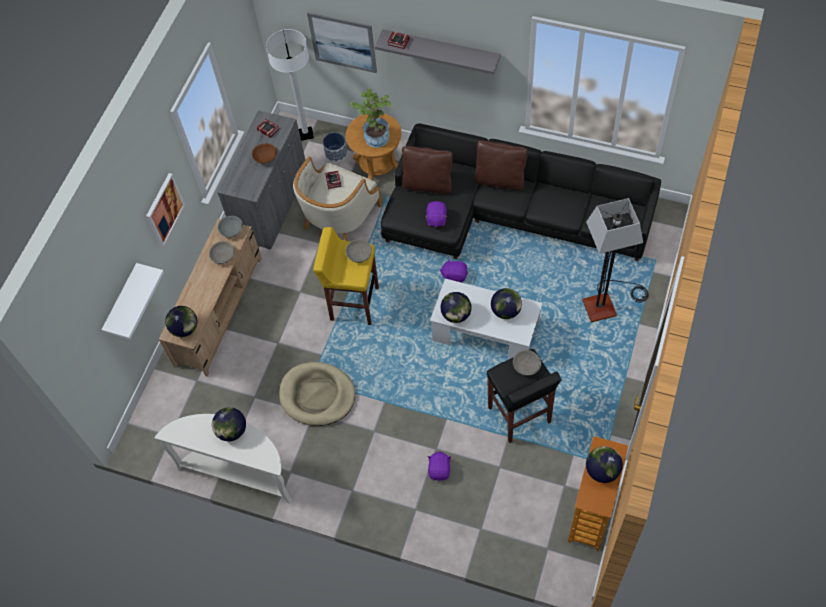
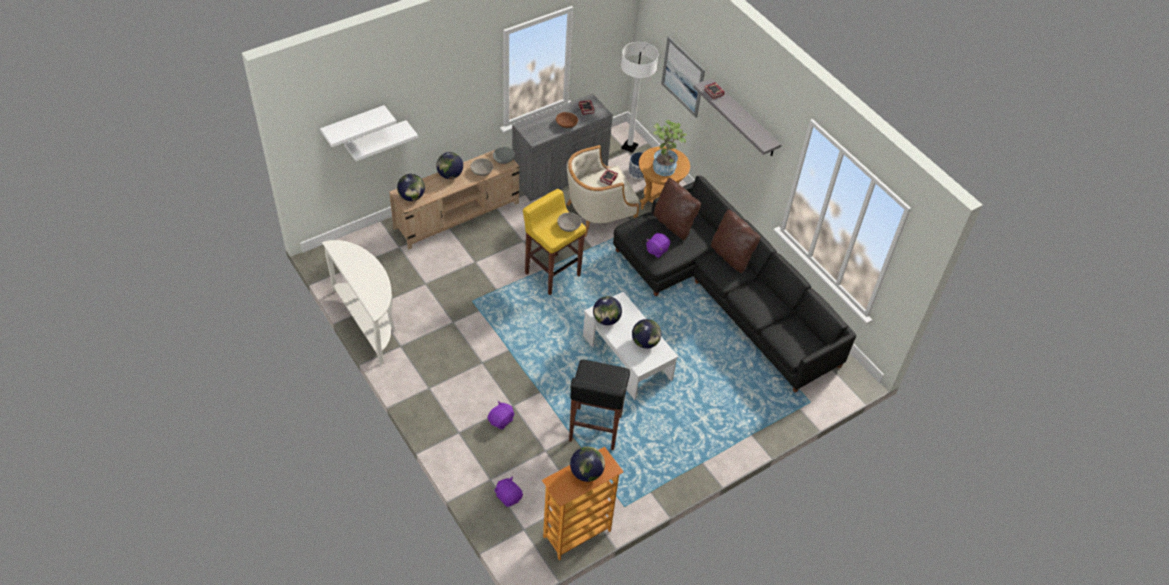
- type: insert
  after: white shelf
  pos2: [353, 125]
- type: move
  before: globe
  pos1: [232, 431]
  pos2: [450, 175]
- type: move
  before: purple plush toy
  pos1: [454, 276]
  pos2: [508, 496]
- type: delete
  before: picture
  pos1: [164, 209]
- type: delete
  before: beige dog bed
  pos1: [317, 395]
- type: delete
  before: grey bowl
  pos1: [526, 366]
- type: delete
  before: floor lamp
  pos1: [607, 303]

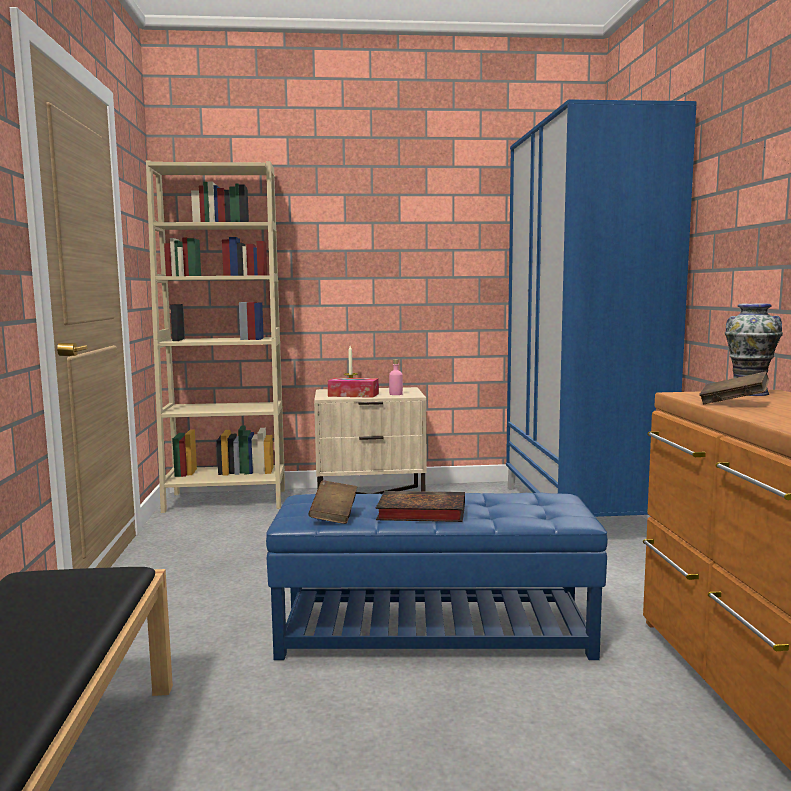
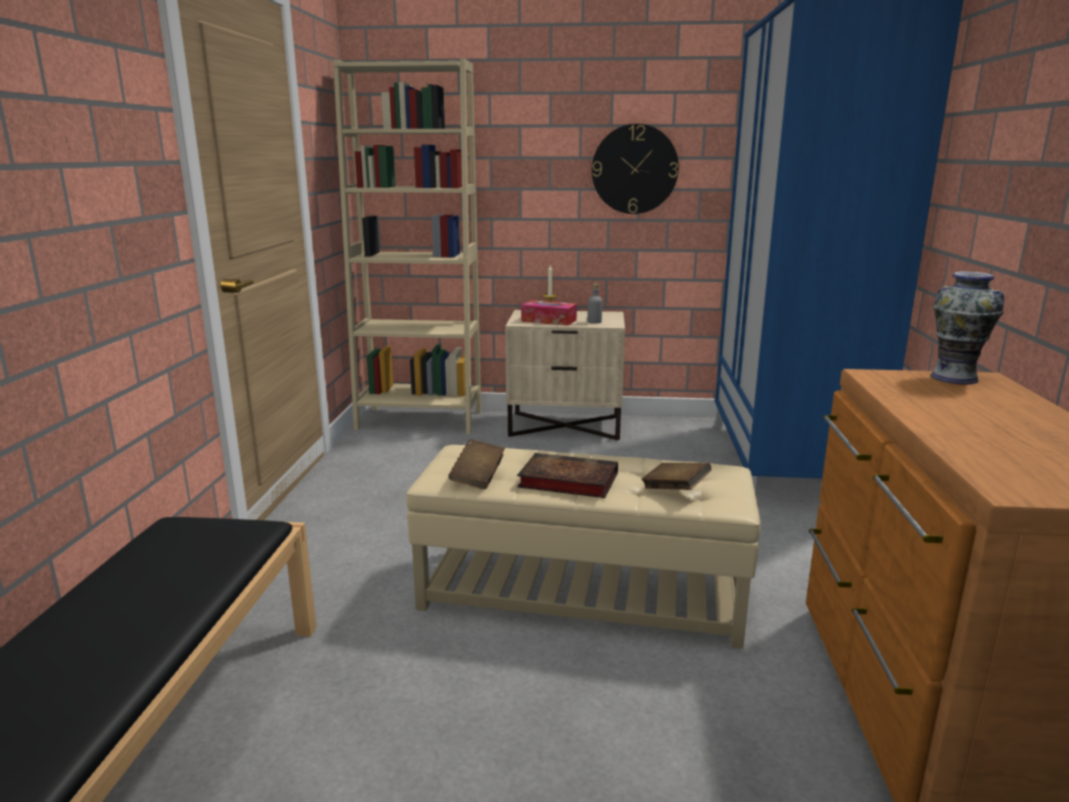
- type: recolor
  before: blue ottoman
  after: beige ottoman
  pos1: [433, 631]
  pos2: [581, 595]
- type: recolor
  before: pink bottle
  after: grey bottle
  pos1: [396, 394]
  pos2: [594, 322]
- type: insert
  after: wall clock
  pos2: [634, 169]
- type: move
  before: brown book
  pos1: [733, 404]
  pos2: [675, 490]

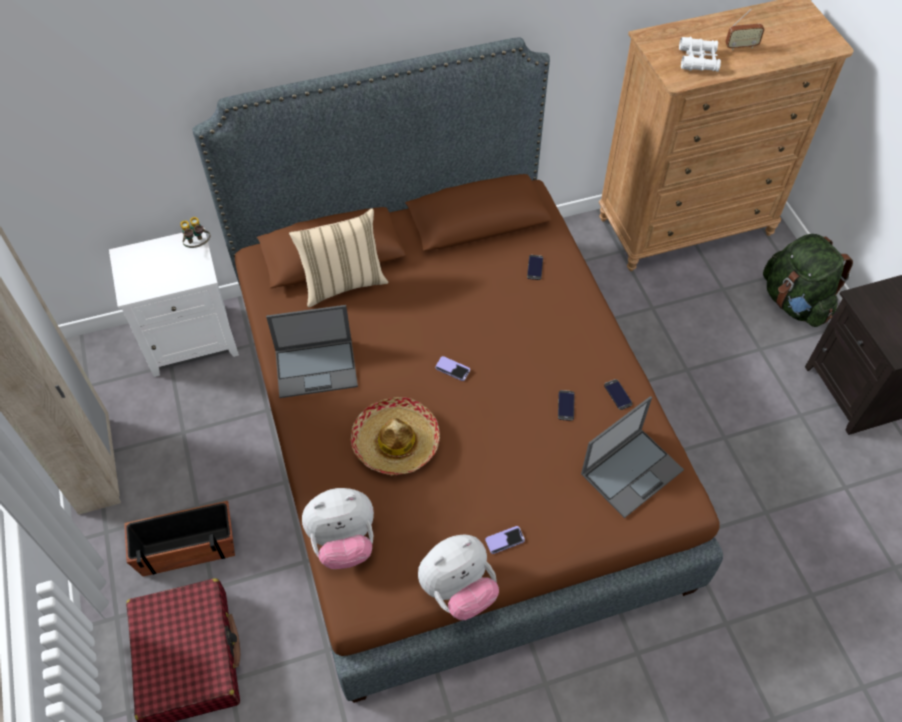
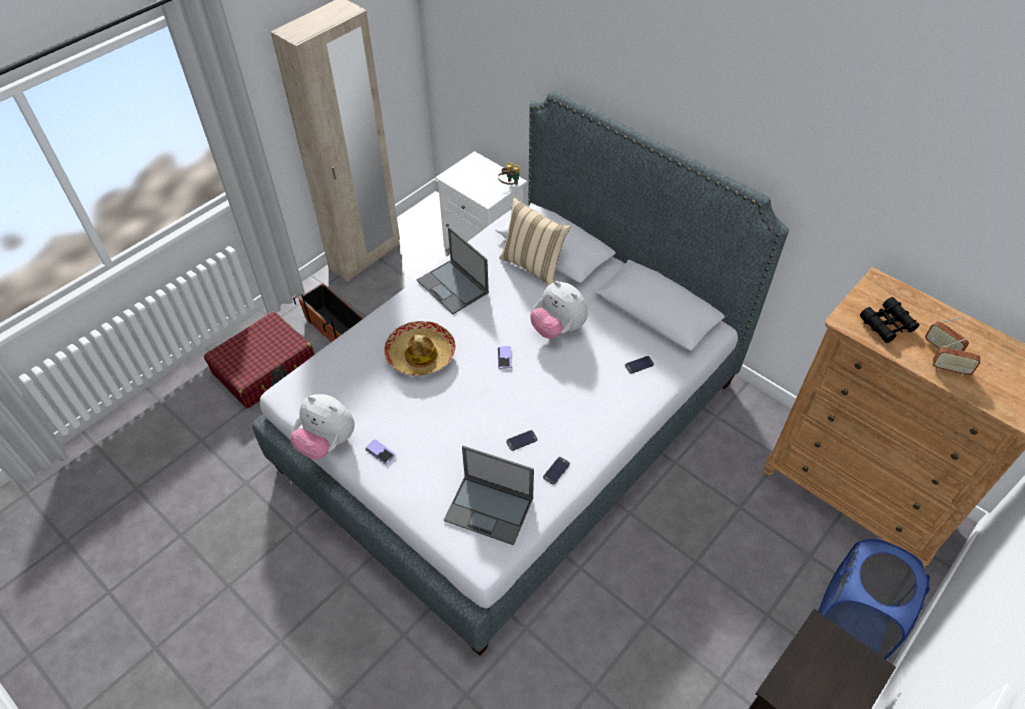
- type: recolor
  before: brown bed
  after: grey bed
  pos1: [449, 433]
  pos2: [512, 423]
- type: move
  before: plush toy
  pos1: [343, 542]
  pos2: [558, 329]
- type: replace
  before: green backpack
  after: blue laundry basket
  pos1: [794, 302]
  pos2: [849, 626]
- type: recolor
  before: white binoculars
  after: black binoculars
  pos1: [698, 60]
  pos2: [887, 325]
- type: insert
  after: radio
  pos2: [950, 369]

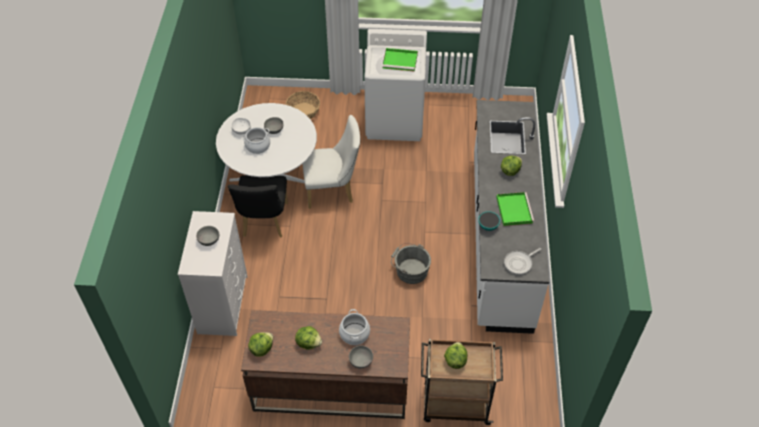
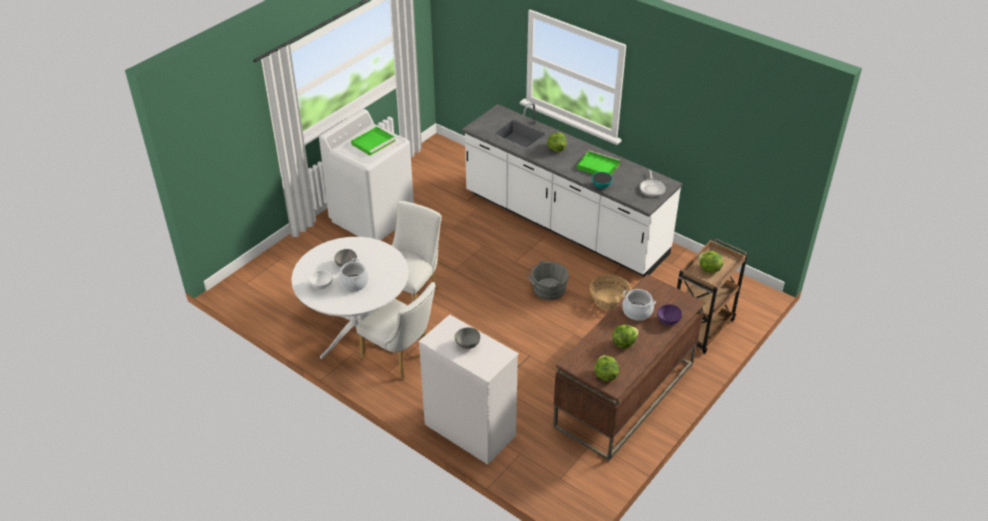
- type: recolor
  before: black chair
  after: white chair
  pos1: [264, 223]
  pos2: [401, 357]
- type: move
  before: basket
  pos1: [303, 111]
  pos2: [609, 299]
- type: recolor
  before: grey bowl
  after: purple bowl
  pos1: [361, 362]
  pos2: [669, 320]

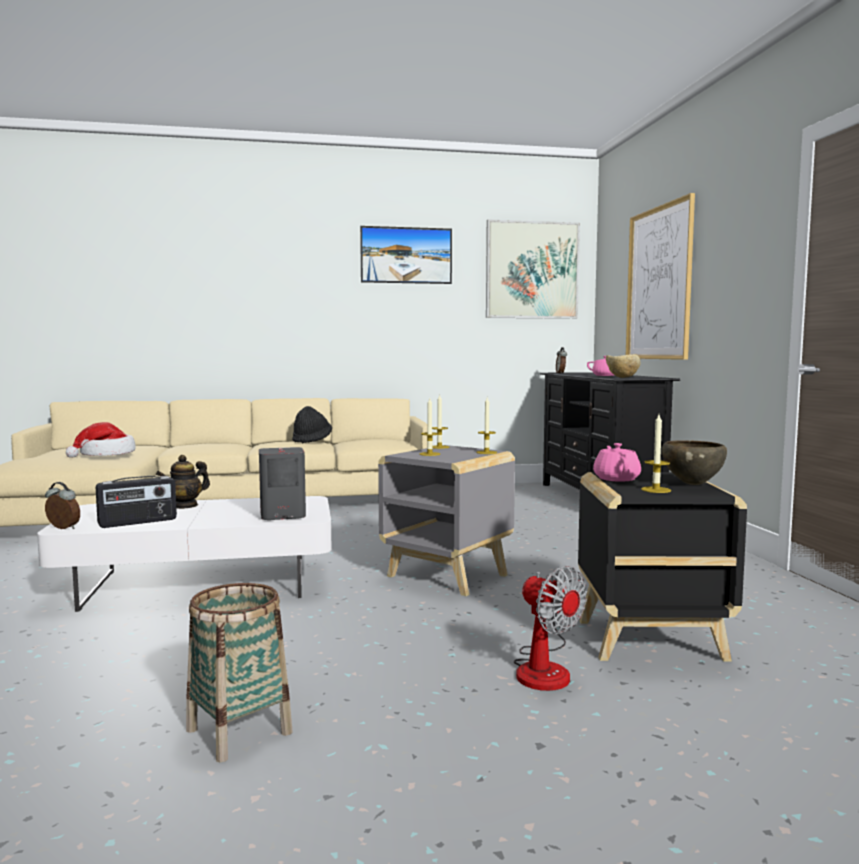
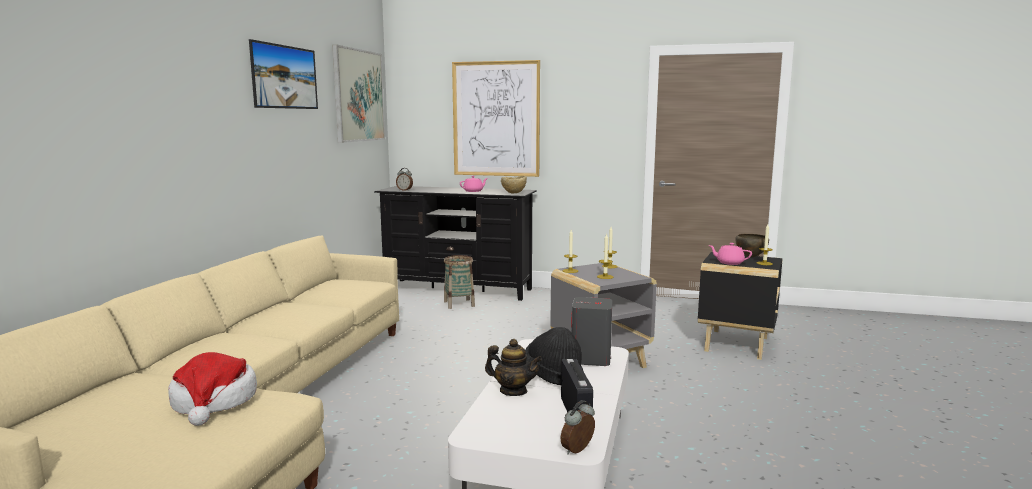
- type: move
  before: basket
  pos1: [239, 731]
  pos2: [459, 304]
- type: rotate
  before: teapot
  pos1: [184, 505]
  pos2: [513, 391]
  turn: -45
- type: move
  before: black hat
  pos1: [312, 440]
  pos2: [554, 374]
- type: delete
  before: fan
  pos1: [544, 668]

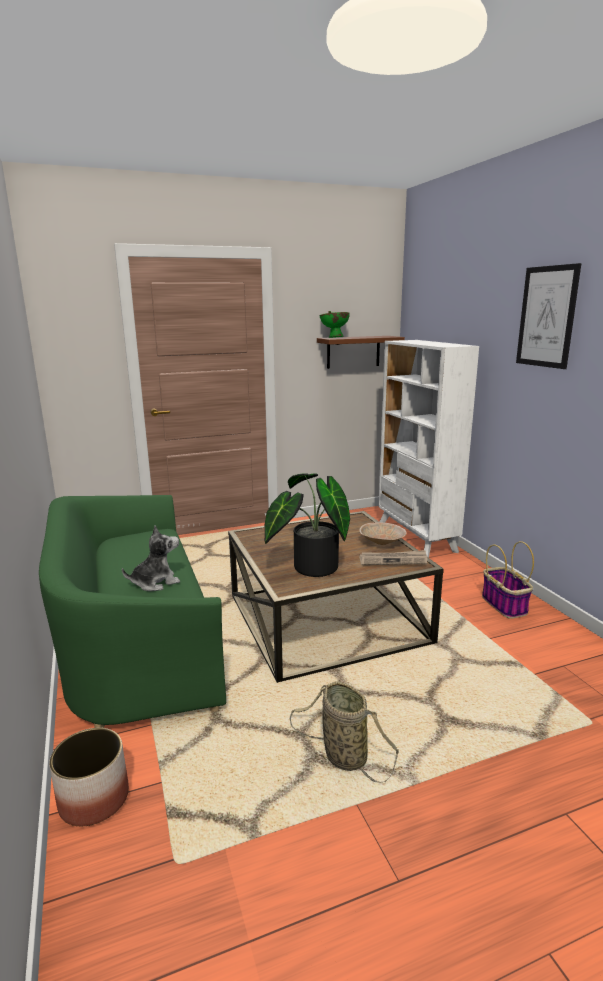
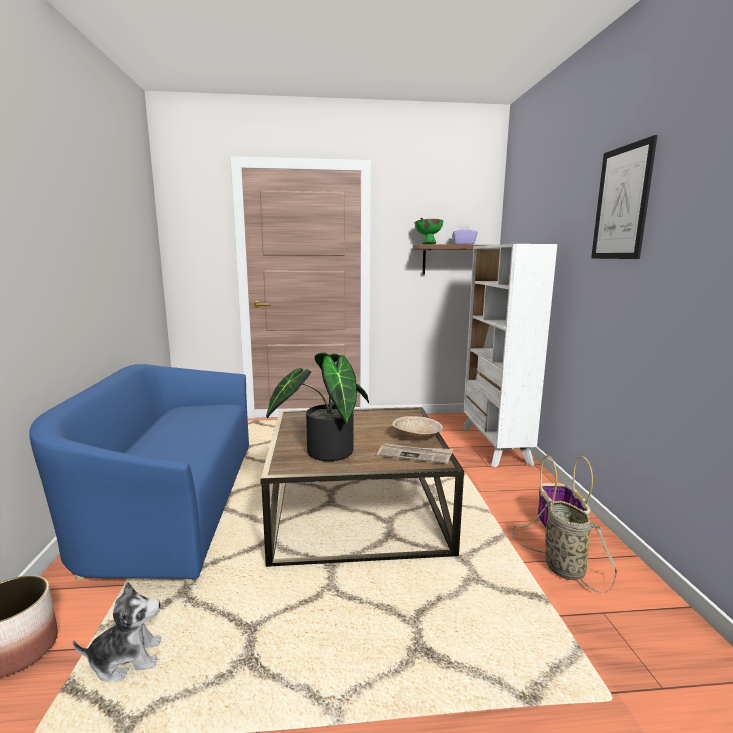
- type: recolor
  before: green sofa
  after: blue sofa
  pos1: [136, 643]
  pos2: [171, 505]
- type: move
  before: plush toy
  pos1: [155, 582]
  pos2: [126, 659]
- type: insert
  after: purple tissue box
  pos2: [463, 244]
- type: move
  before: basket
  pos1: [342, 755]
  pos2: [560, 567]

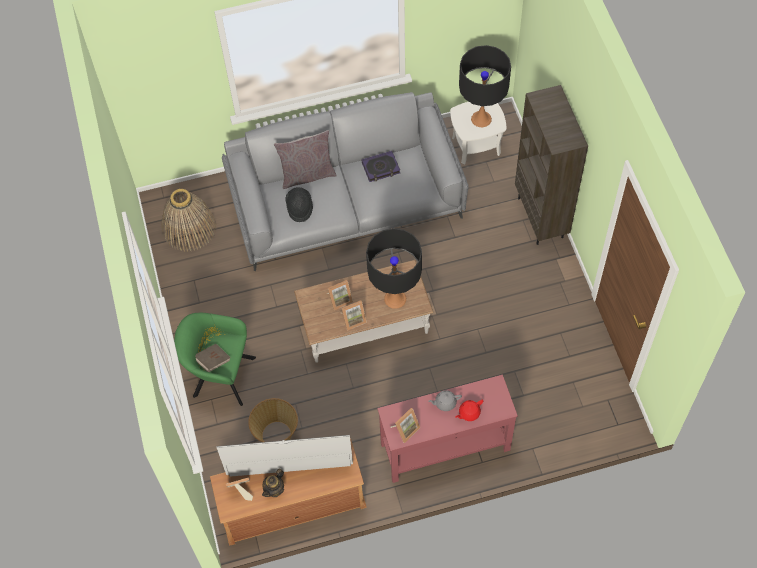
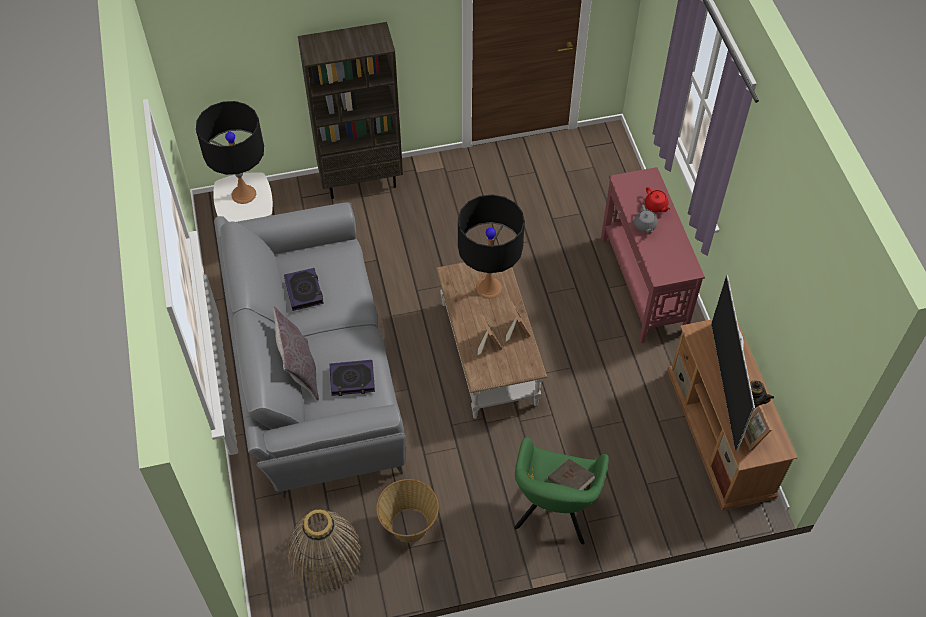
- type: replace
  before: black hat
  after: book
  pos1: [299, 208]
  pos2: [352, 380]
- type: move
  before: basket
  pos1: [276, 434]
  pos2: [409, 525]
- type: delete
  before: picture frame
  pos1: [405, 429]

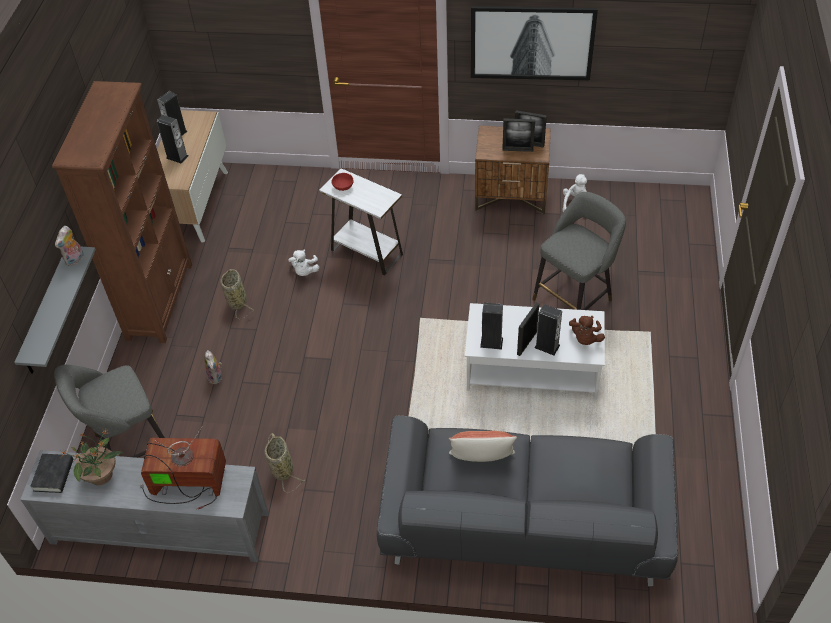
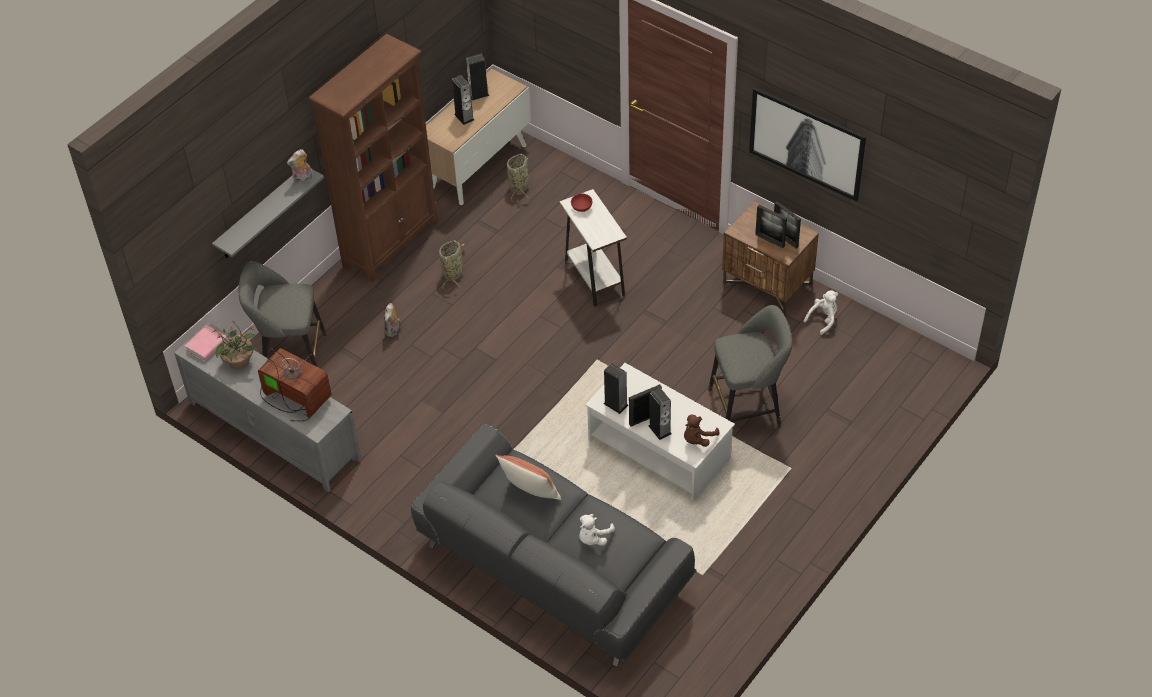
- type: recolor
  before: black book
  after: pink book
  pos1: [53, 475]
  pos2: [206, 346]
- type: move
  before: basket
  pos1: [282, 468]
  pos2: [519, 185]
- type: move
  before: white plush toy
  pos1: [305, 271]
  pos2: [593, 538]

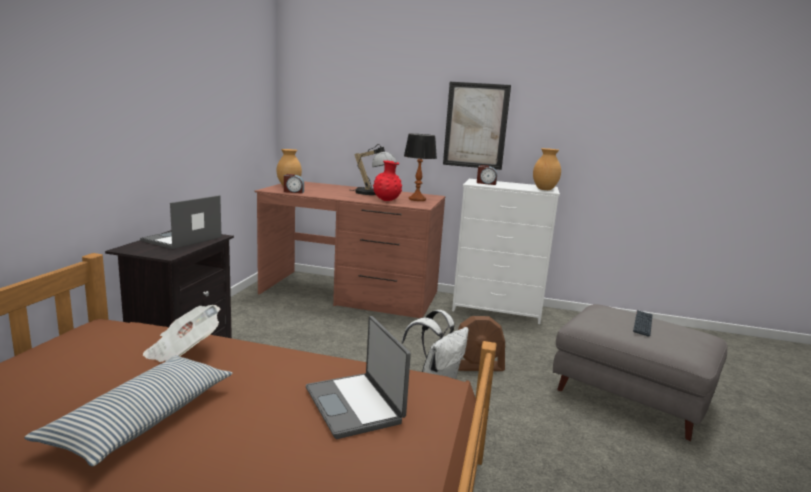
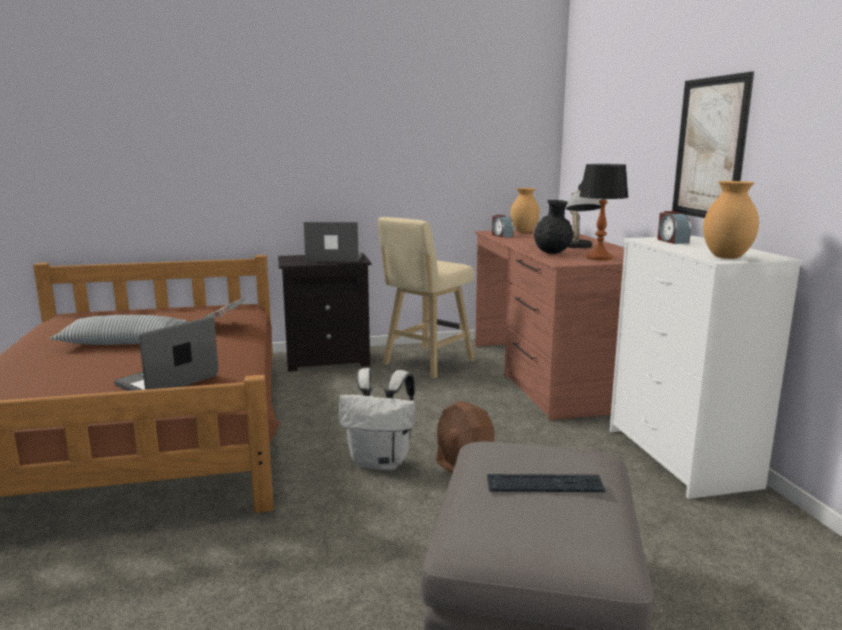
- type: insert
  after: beige stool
  pos2: [425, 363]
- type: recolor
  before: red vase
  after: black vase
  pos1: [386, 200]
  pos2: [552, 253]

